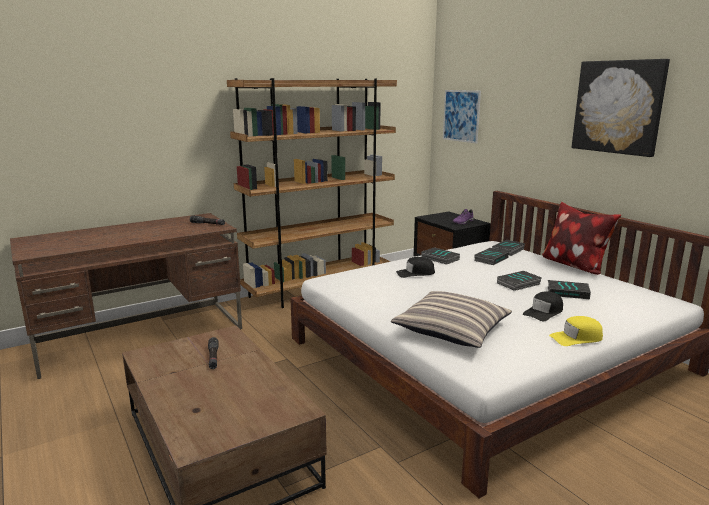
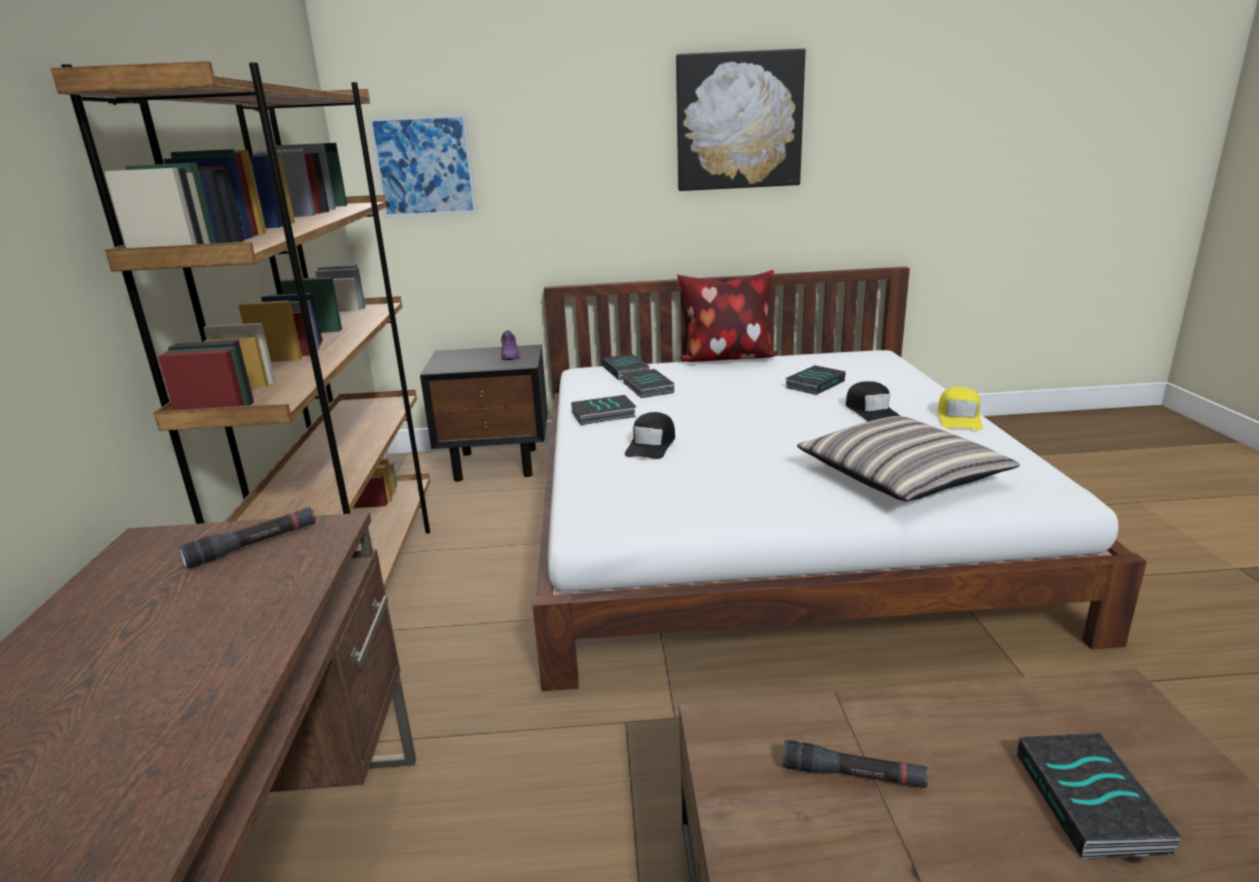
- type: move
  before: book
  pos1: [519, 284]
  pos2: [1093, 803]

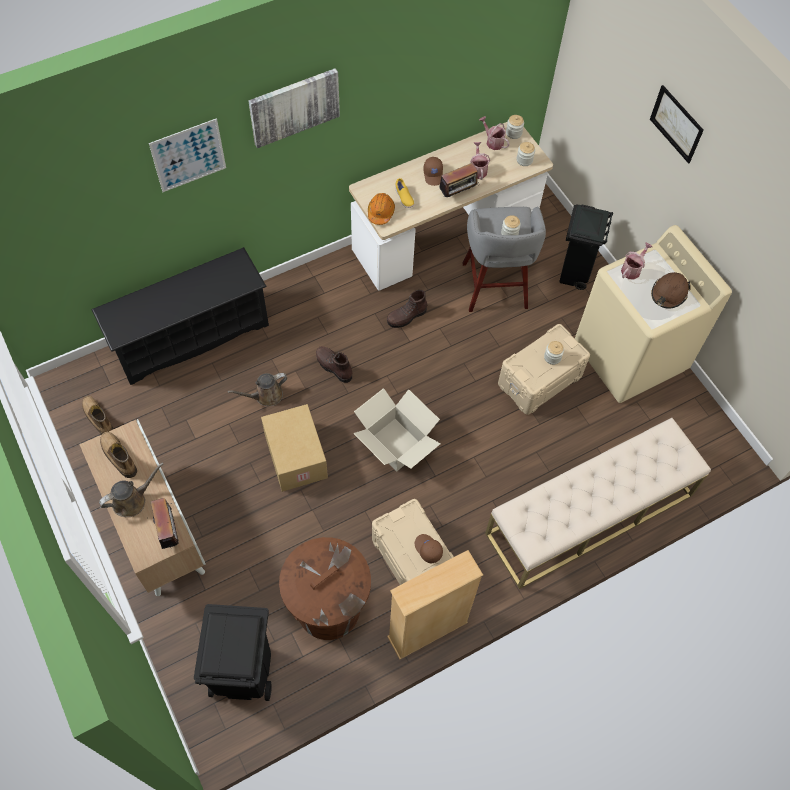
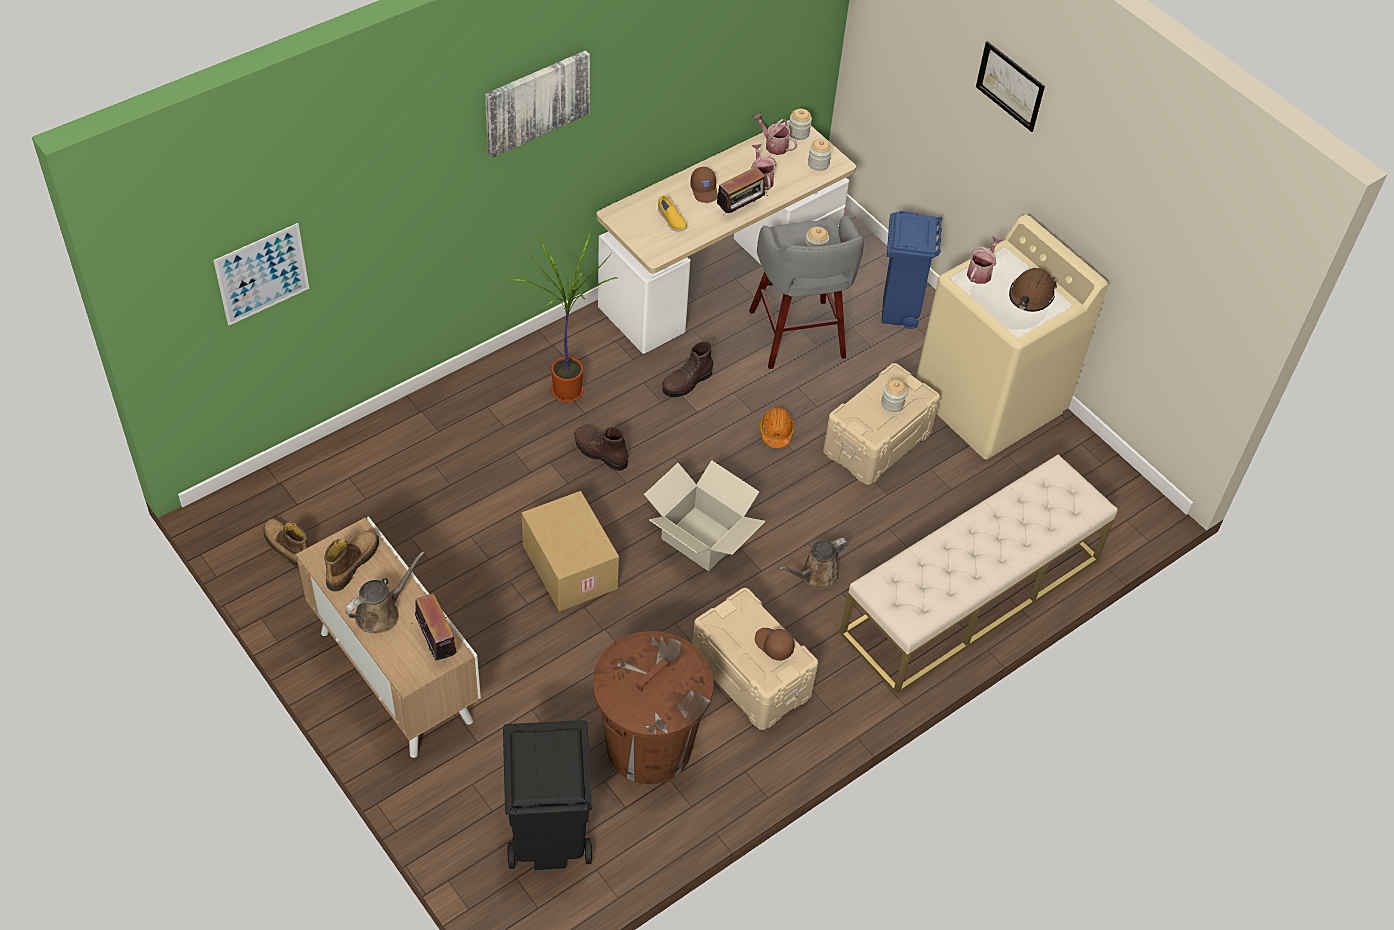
- type: move
  before: picture
  pos1: [188, 155]
  pos2: [262, 274]
- type: rotate
  before: boot
  pos1: [118, 457]
  pos2: [351, 563]
  turn: 75
- type: insert
  after: potted plant
  pos2: [564, 391]
- type: move
  before: orange hard hat
  pos1: [380, 212]
  pos2: [776, 432]
- type: move
  before: brown watering can
  pos1: [266, 396]
  pos2: [816, 575]
- type: recolor
  before: black trash can
  after: blue trash can
  pos1: [573, 276]
  pos2: [899, 313]
- type: delete
  before: black shoe rack
  pos1: [191, 336]
- type: delete
  before: beige bookcase
  pos1: [427, 630]

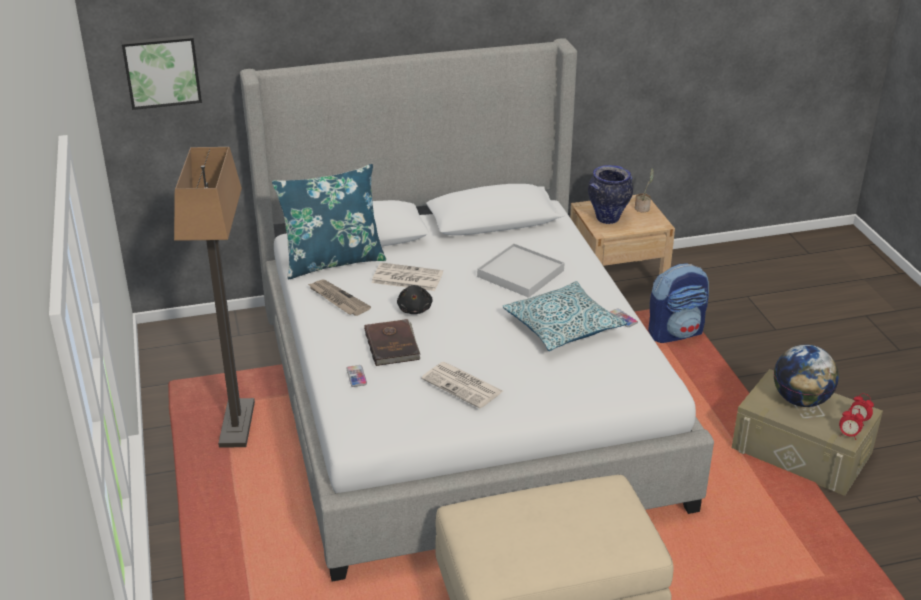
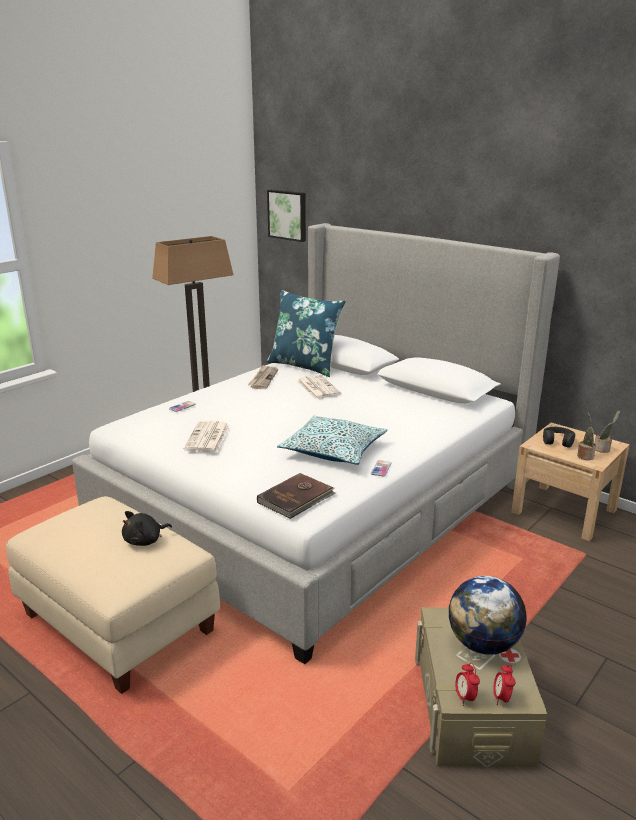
- type: move
  before: black plush toy
  pos1: [415, 309]
  pos2: [145, 541]
- type: move
  before: brown book
  pos1: [393, 344]
  pos2: [296, 498]
- type: replace
  before: vase
  after: black headphones
  pos1: [608, 218]
  pos2: [558, 441]
- type: insert
  after: potted plant
  pos2: [585, 456]
- type: delete
  before: white tray
  pos1: [520, 274]
- type: delete
  before: backpack
  pos1: [675, 333]

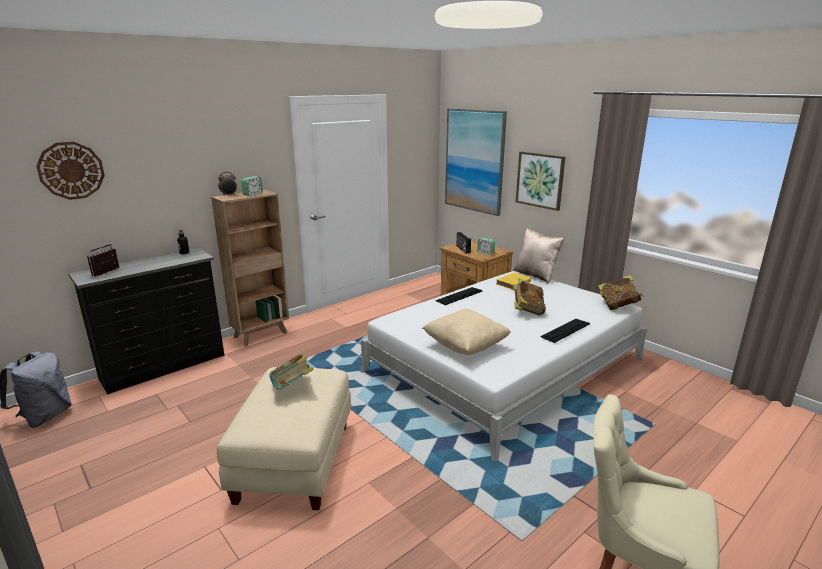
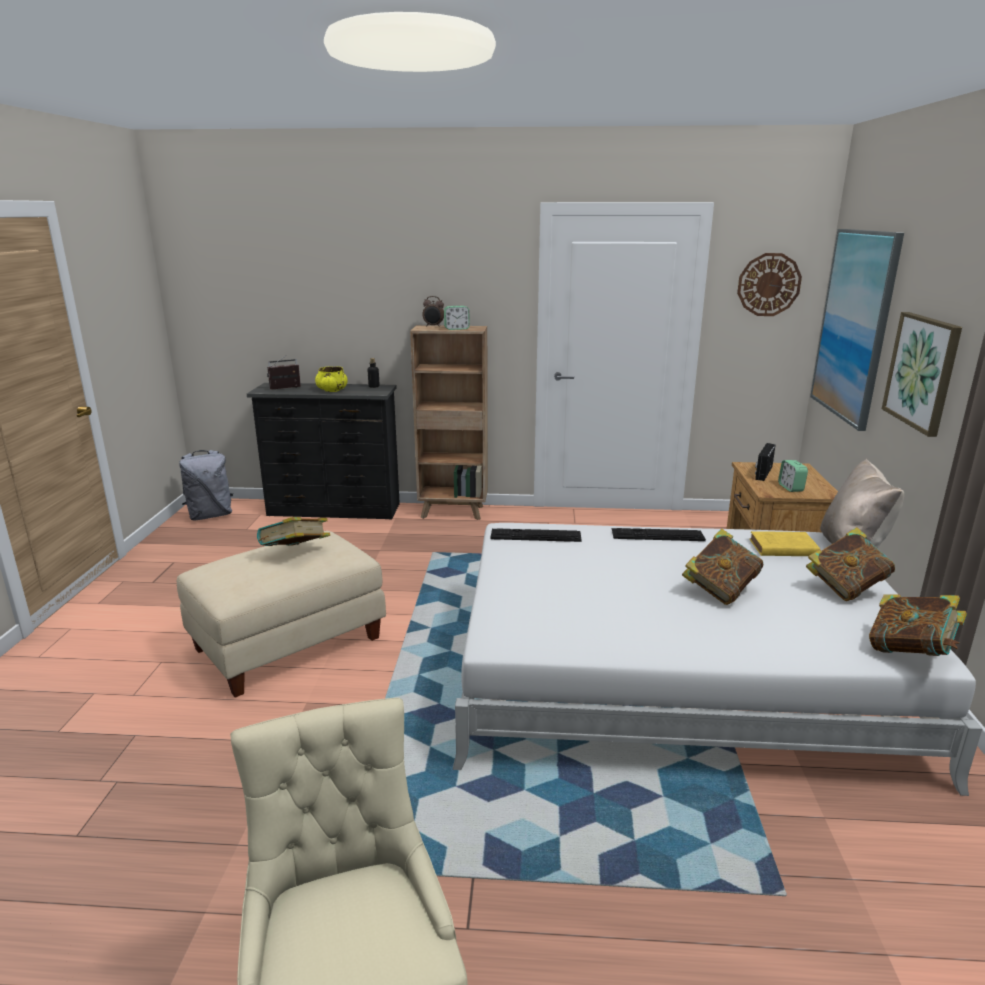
- type: insert
  after: yellow bowl
  pos2: [332, 390]
- type: move
  before: keyboard
  pos1: [565, 330]
  pos2: [535, 535]
- type: move
  before: wall clock
  pos1: [71, 170]
  pos2: [768, 284]
- type: insert
  after: book
  pos2: [846, 588]
- type: delete
  before: beige pillow
  pos1: [465, 346]

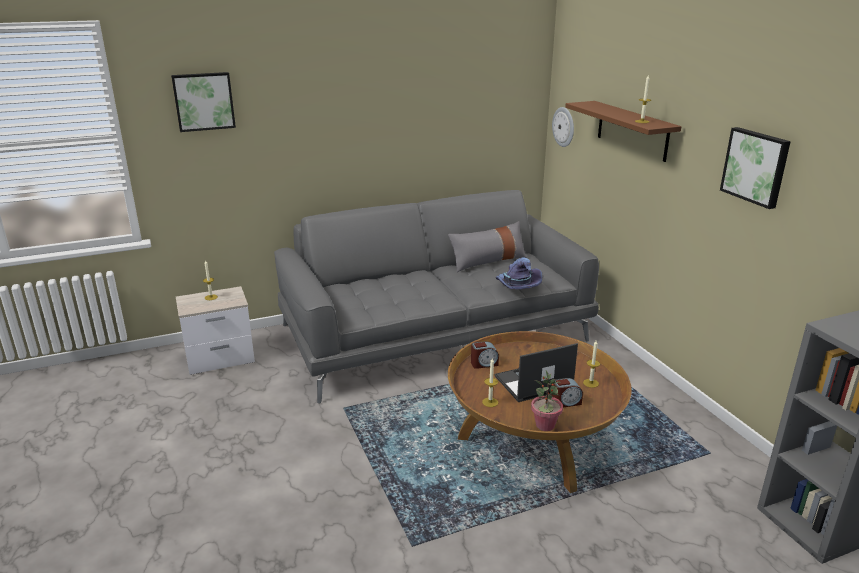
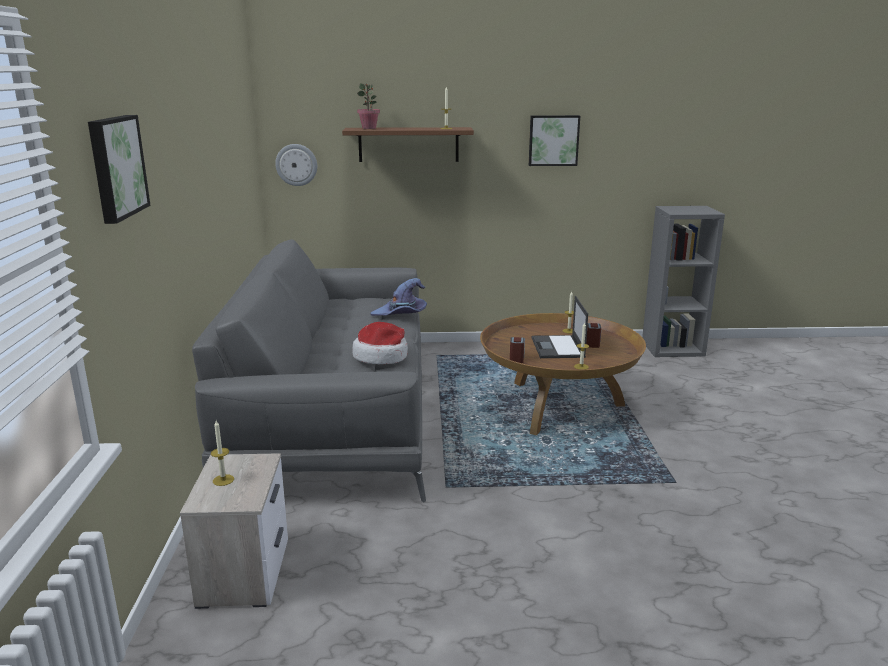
- type: insert
  after: hat
  pos2: [381, 356]
- type: move
  before: potted plant
  pos1: [545, 425]
  pos2: [369, 128]
- type: delete
  before: grey pillow
  pos1: [488, 261]

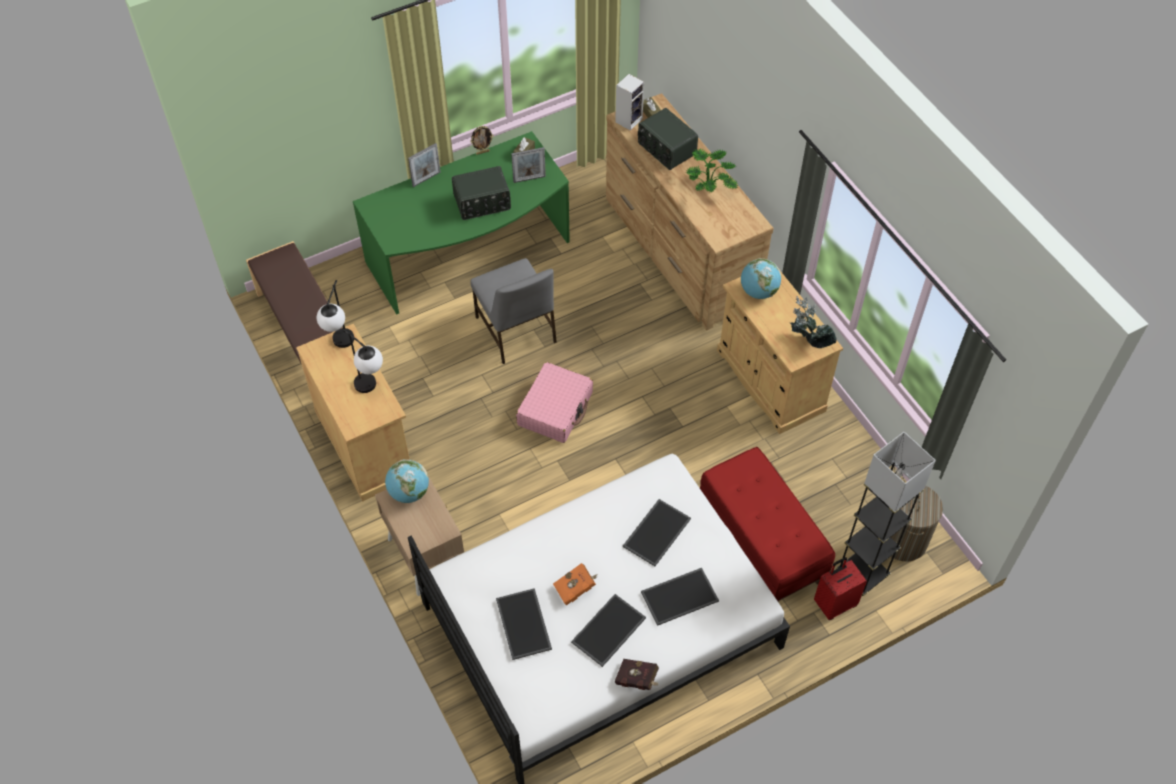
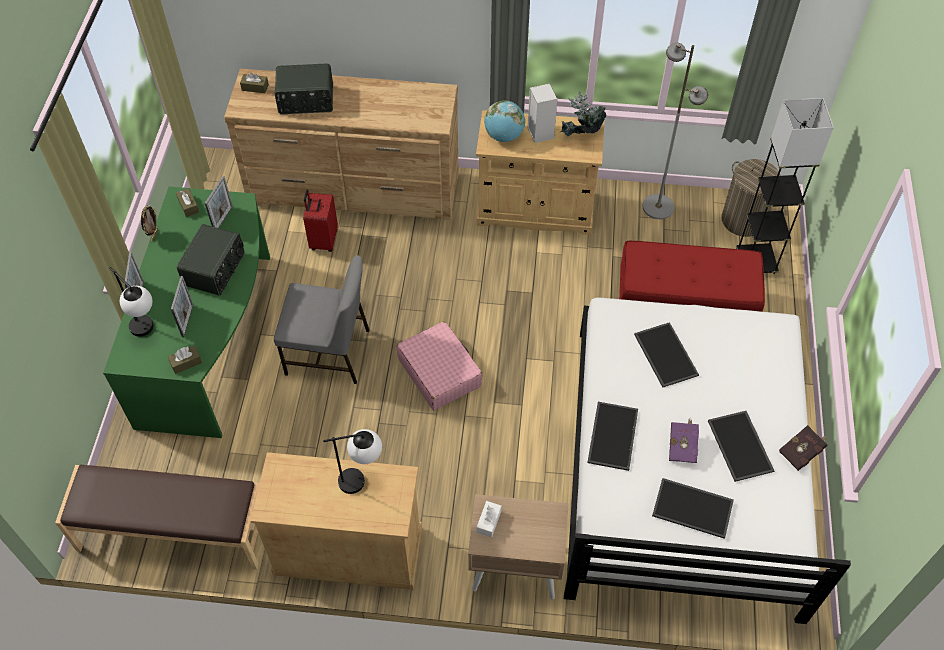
- type: move
  before: table lamp
  pos1: [341, 346]
  pos2: [147, 332]
- type: insert
  after: brown tissue box
  pos2: [186, 363]
- type: insert
  after: picture frame
  pos2: [187, 320]
- type: move
  before: red suitcase
  pos1: [834, 603]
  pos2: [323, 240]
- type: replace
  before: globe
  after: white tissue box
  pos1: [409, 492]
  pos2: [489, 521]
- type: move
  before: speaker
  pos1: [629, 119]
  pos2: [539, 132]
- type: move
  before: tray
  pos1: [679, 595]
  pos2: [611, 435]
- type: insert
  after: grey floor lamp
  pos2: [658, 206]
- type: recolor
  before: orange book
  after: purple book
  pos1: [576, 588]
  pos2: [682, 446]
- type: delete
  before: potted plant
  pos1: [710, 186]

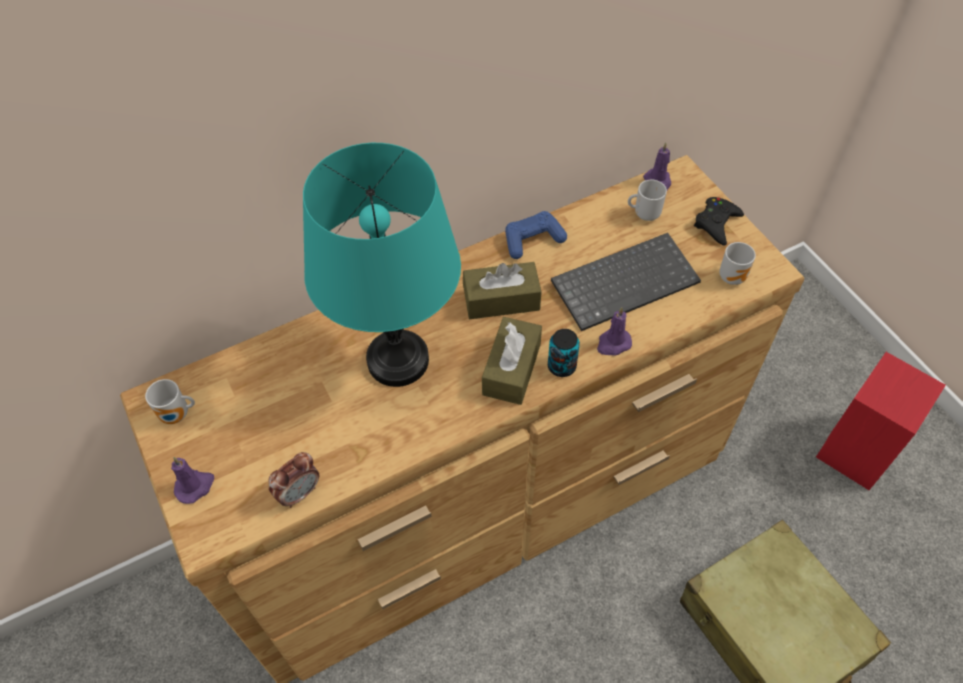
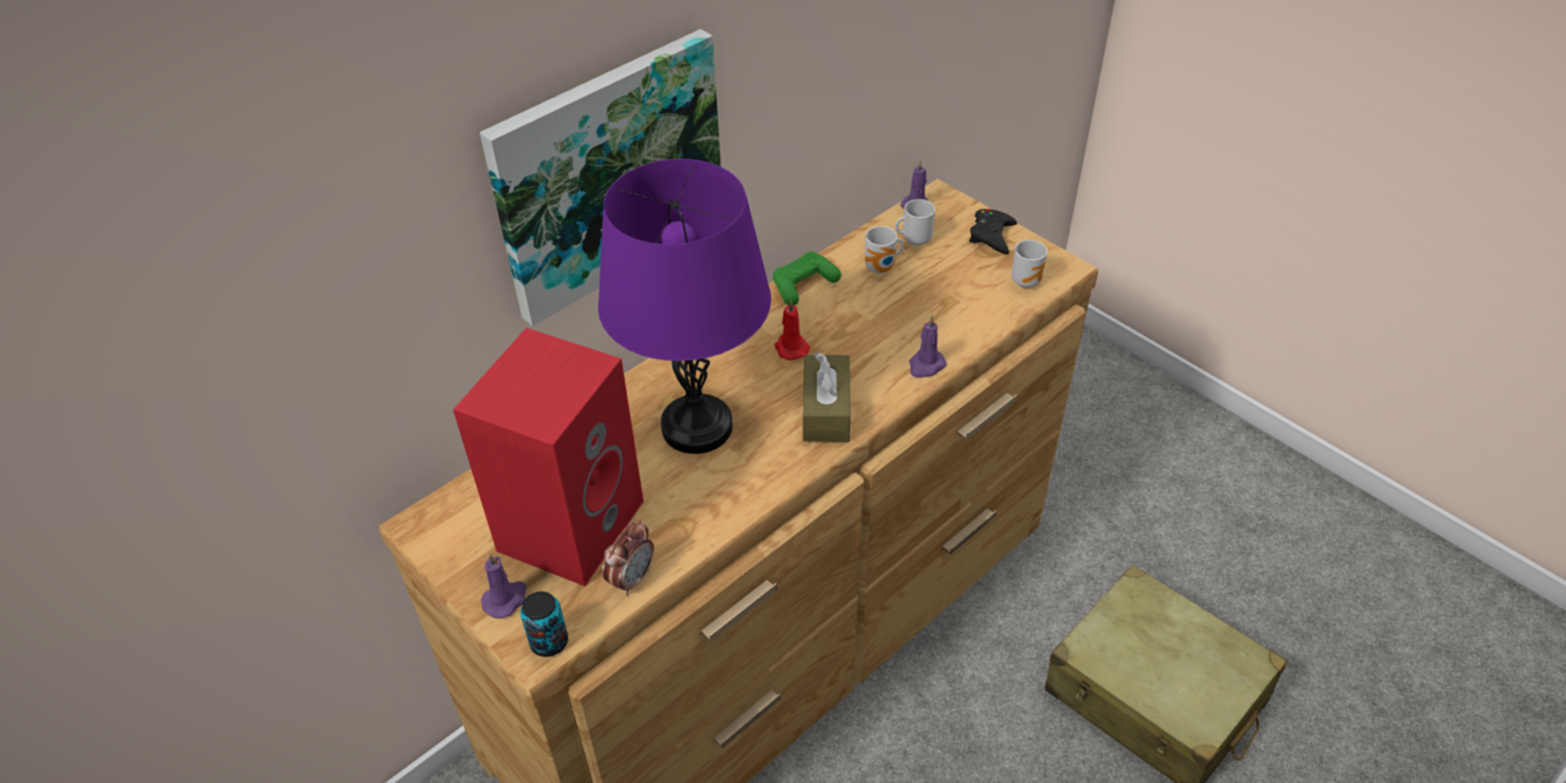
- type: move
  before: red speaker
  pos1: [856, 448]
  pos2: [570, 522]
- type: insert
  after: picture
  pos2: [608, 174]
- type: move
  before: can
  pos1: [561, 366]
  pos2: [549, 642]
- type: recolor
  before: turquoise table lamp
  after: purple table lamp
  pos1: [398, 360]
  pos2: [697, 427]
- type: recolor
  before: blue game controller
  after: green game controller
  pos1: [532, 240]
  pos2: [804, 285]
- type: replace
  before: brown tissue box
  after: red candle
  pos1: [501, 300]
  pos2: [790, 347]
- type: move
  before: mug
  pos1: [177, 416]
  pos2: [882, 268]
- type: delete
  before: keyboard
  pos1: [625, 281]

